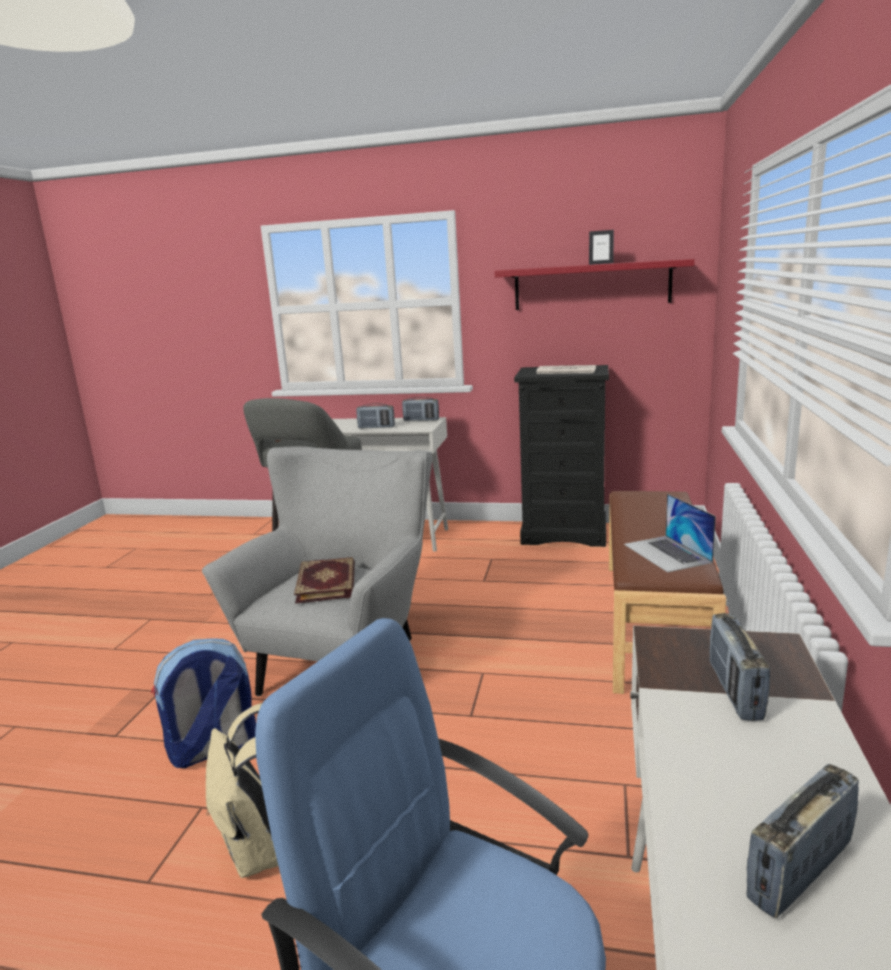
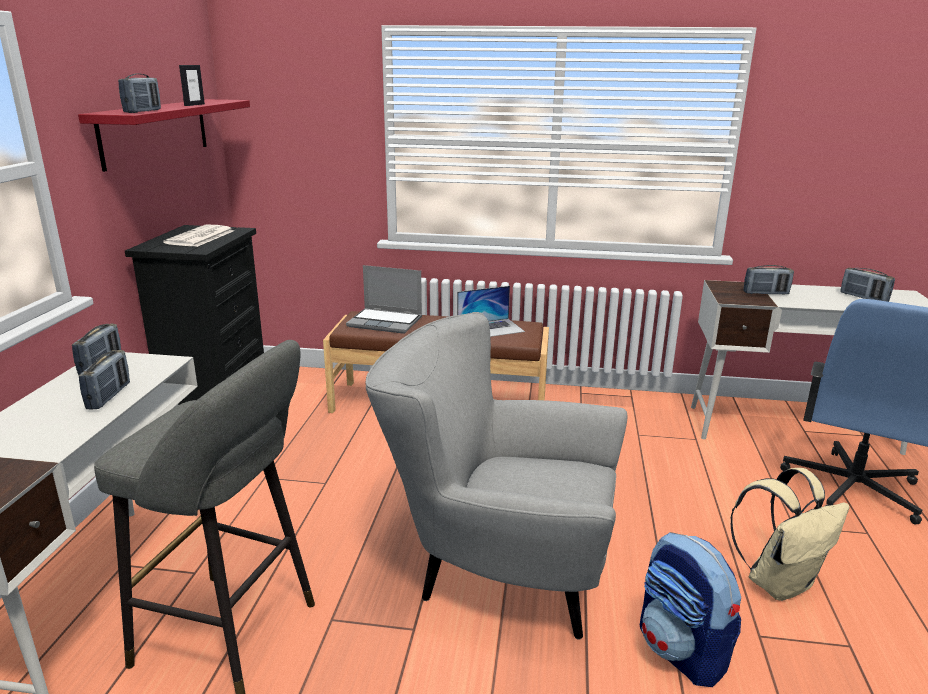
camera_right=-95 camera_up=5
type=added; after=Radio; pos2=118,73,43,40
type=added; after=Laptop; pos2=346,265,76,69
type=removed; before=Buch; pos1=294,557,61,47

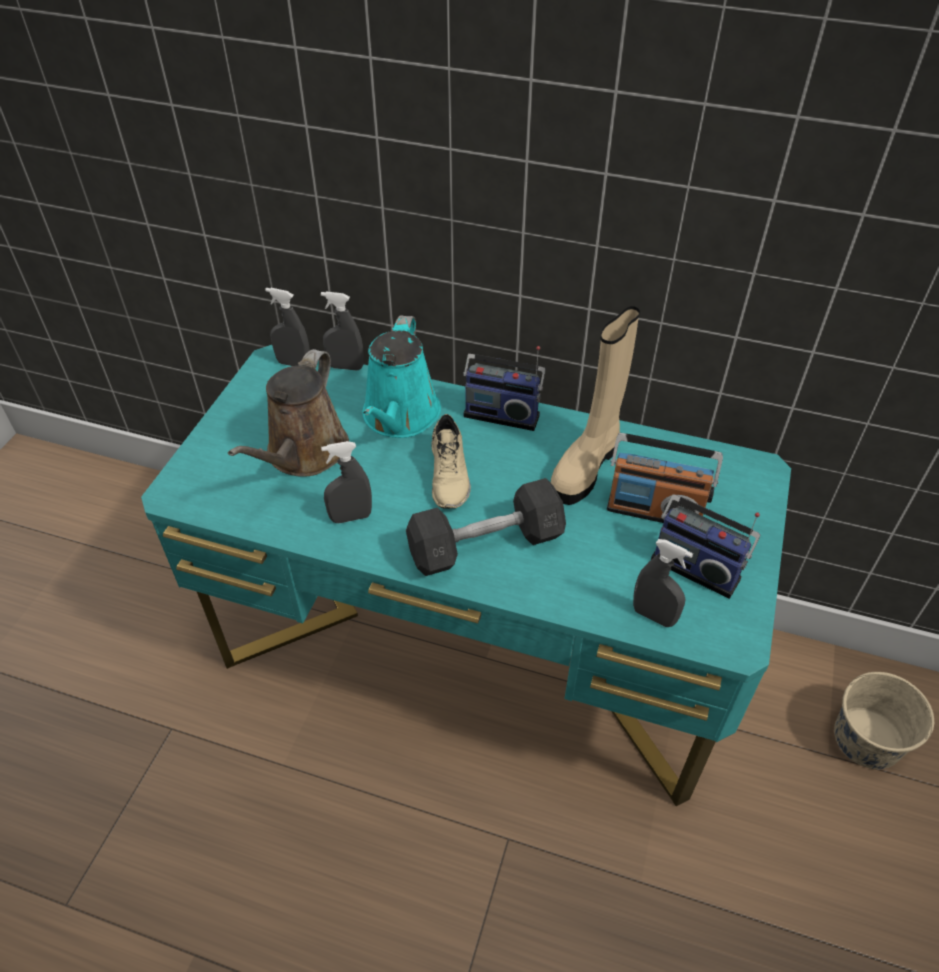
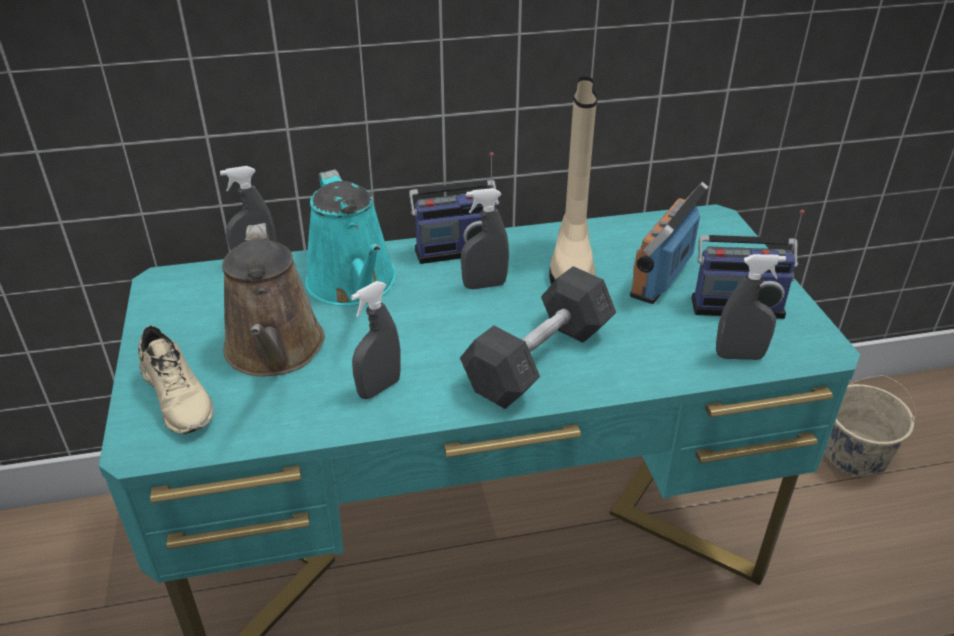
camera_right=-30 camera_up=-10
type=moved; before=Schuh (beige); pos1=432,414,39,95; pos2=138,325,76,109
type=moved; before=Sprühflasche (grau); pos1=265,288,45,78; pos2=461,188,48,102
type=turned; before=Radio; pos1=607,433,116,90; pos2=630,182,78,122; turn=135

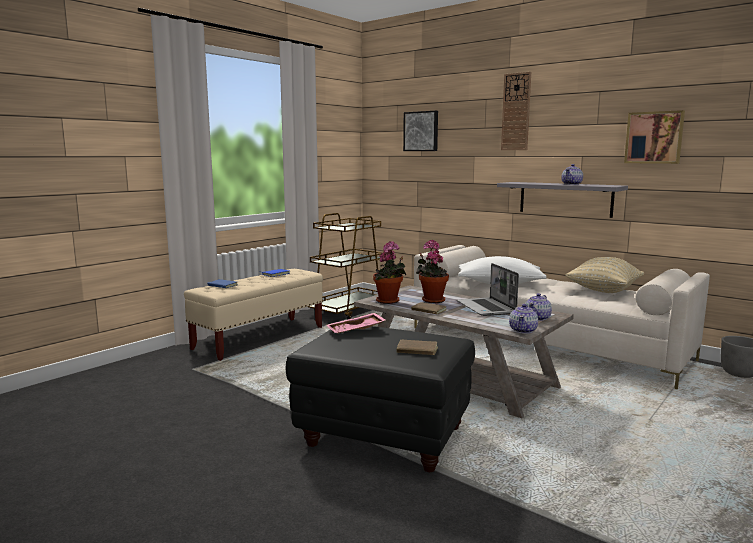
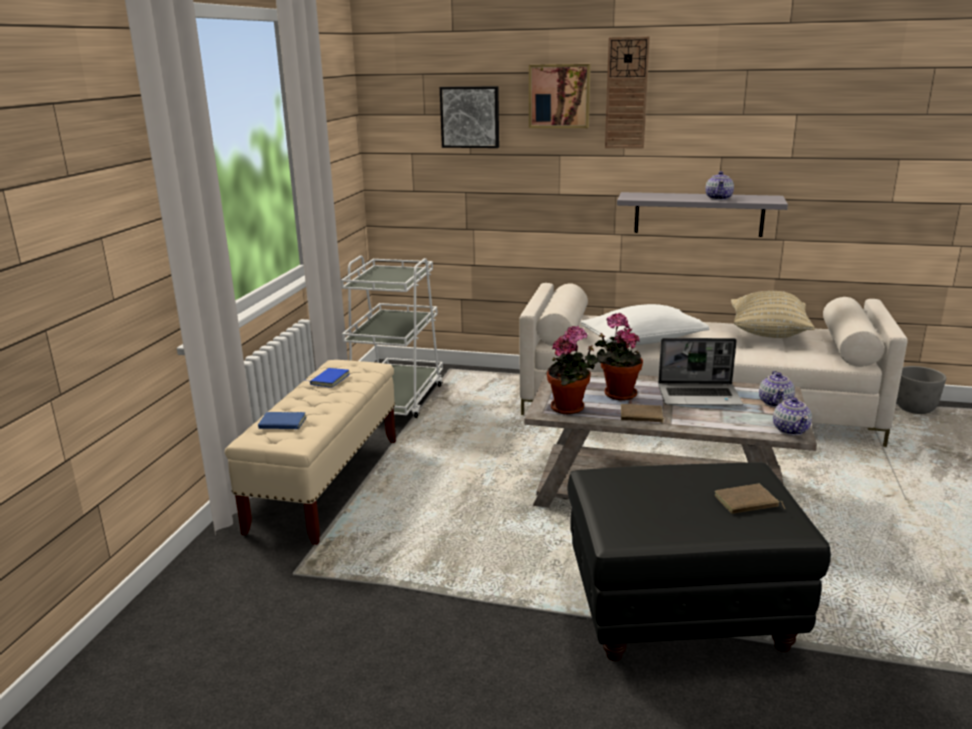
camera_right=-25 camera_up=10
type=recoloured; before=Rollwagen (braun); after=Rollwagen (weiß); pos1=308,213,75,106; pos2=341,255,102,163
type=moved; before=Bild; pos1=624,110,61,54; pos2=529,64,62,64
type=turned; before=Laptop; pos1=457,263,62,53; pos2=658,338,85,68; turn=-45
type=removed; before=Tablett (rosa); pos1=326,313,60,20

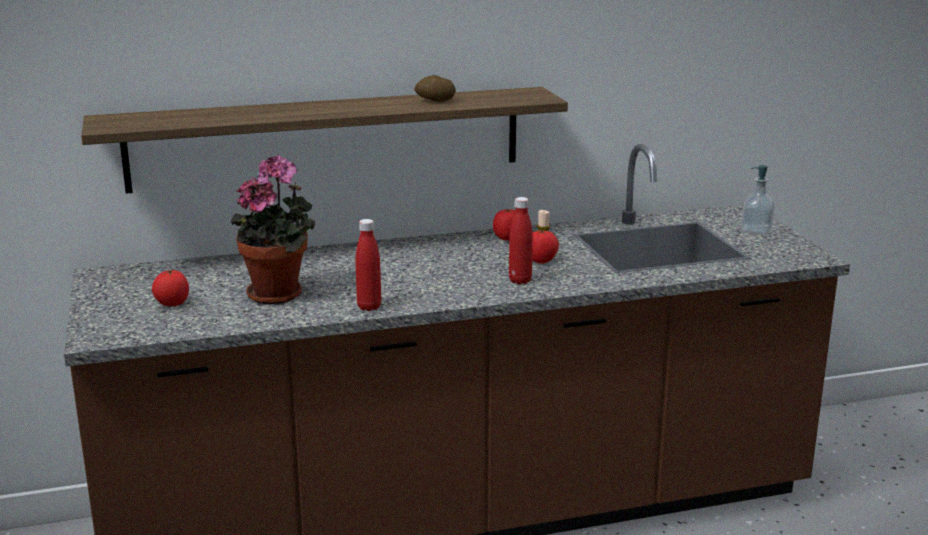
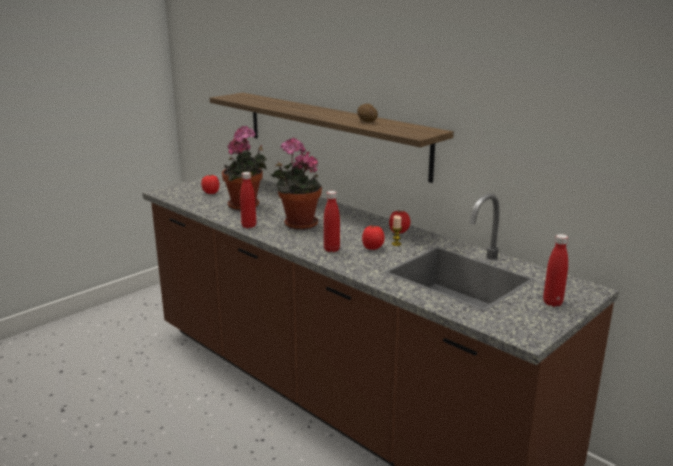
camera_right=60 camera_up=0
type=added; after=Topfpflanze; pos2=271,138,51,92
type=replaced; before=Seifenspender; after=Flasche (rot); pos1=741,165,34,70; pos2=543,234,25,73

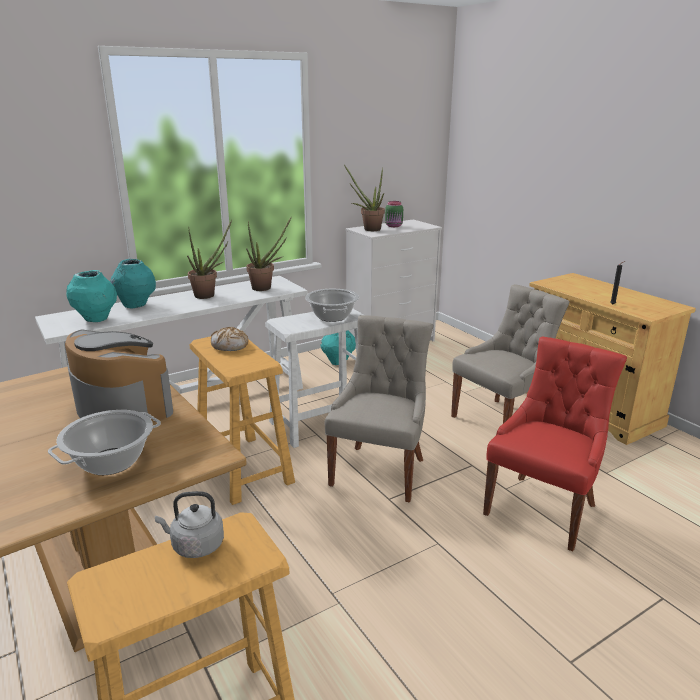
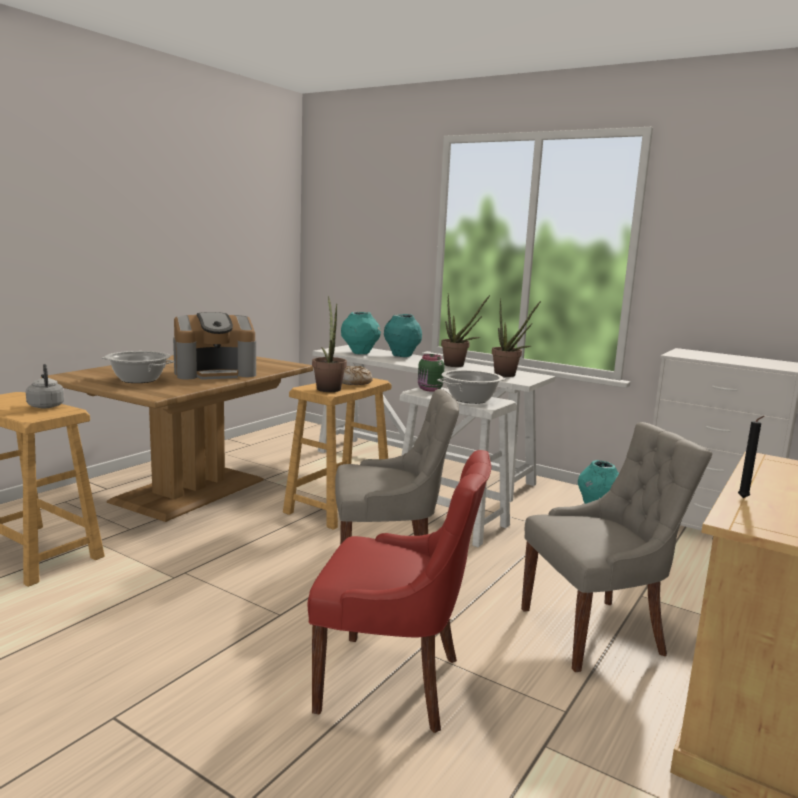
camera_right=65 camera_up=-10
type=turned; before=Kaffeemaschine; pos1=65,329,108,93; pos2=173,312,83,68; turn=45
type=moved; before=Topfpflanze; pos1=344,165,41,66; pos2=312,296,35,96
type=moved; before=Vorratsglas (grün); pos1=385,201,18,26; pos2=418,354,26,37
type=turned; before=Stuhl (grau); pos1=451,284,118,139; pos2=521,422,191,250; turn=-45

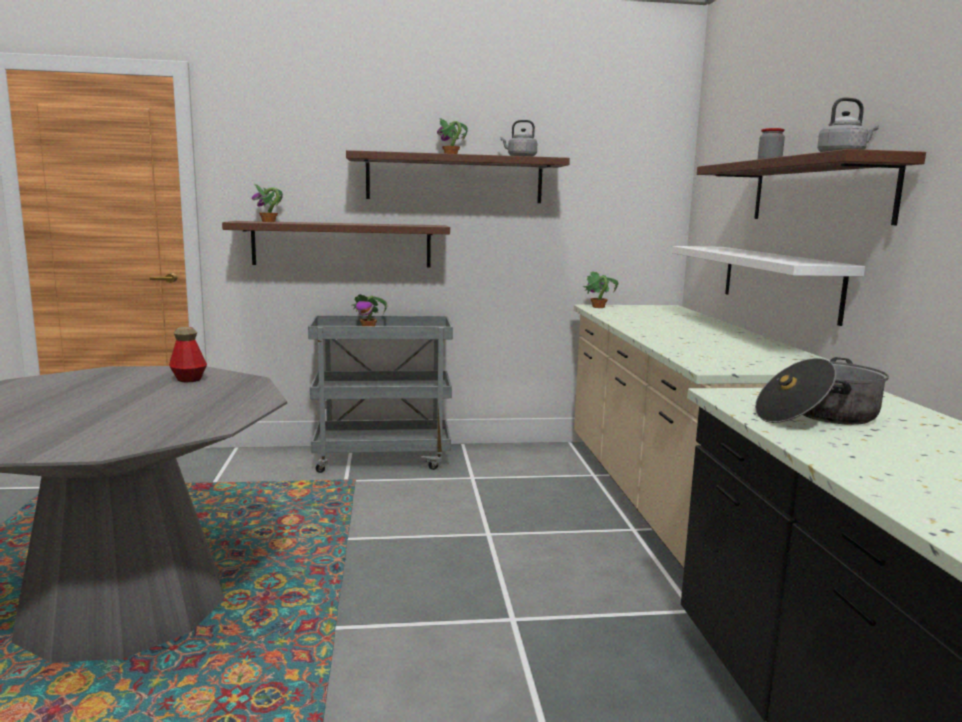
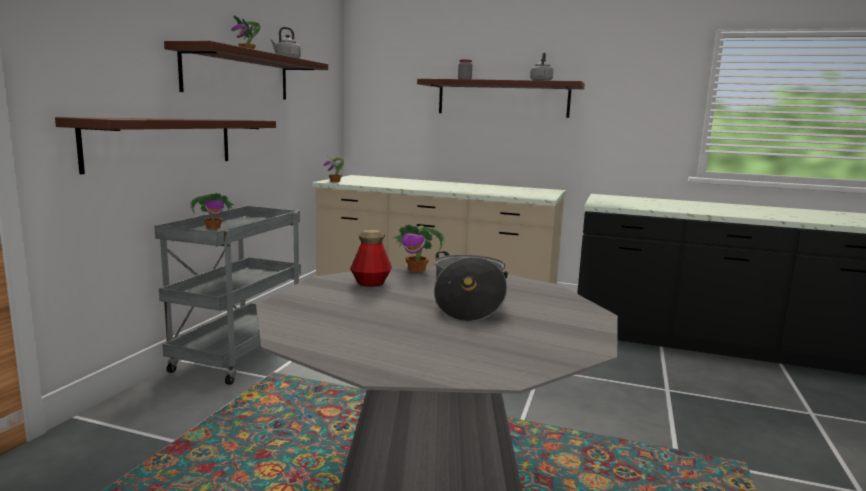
camera_right=-65 camera_up=0
type=moved; before=Topfpflanze; pos1=252,184,31,38; pos2=393,225,52,47
type=moved; before=Kochtopf; pos1=755,357,134,68; pos2=434,251,74,71
type=removed; before=Wandregal (weiß); pos1=672,246,193,80

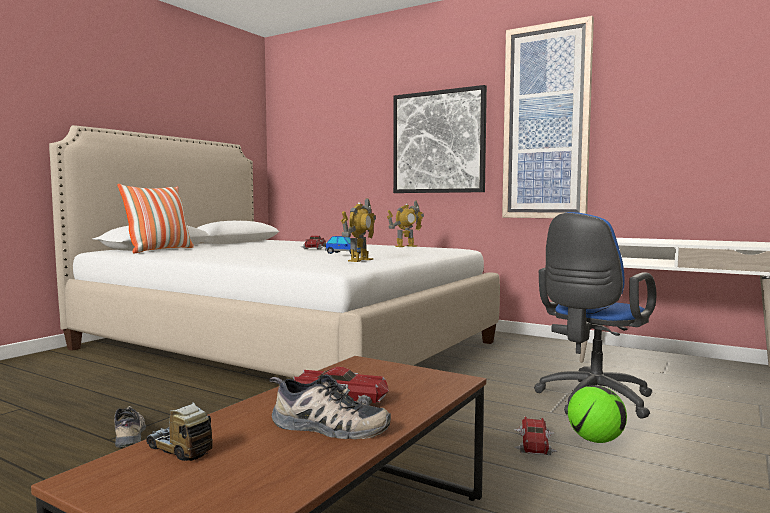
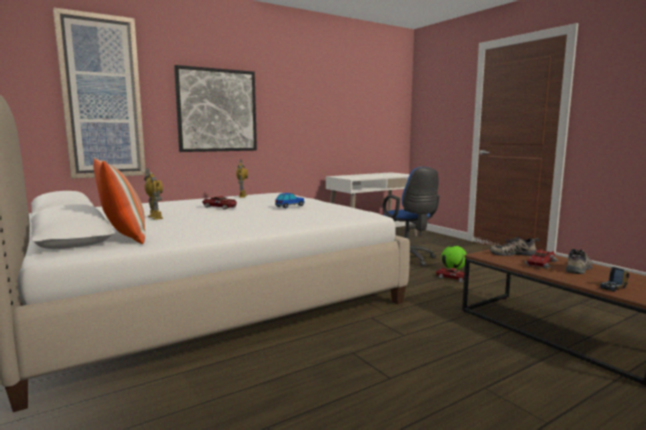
camera_right=-65 camera_up=5
type=moved; before=Bild; pos1=502,16,92,202; pos2=53,7,93,172
type=moved; before=Spielzeugroboter; pos1=341,198,35,64; pos2=144,168,19,52
type=moved; before=Schuh; pos1=114,406,32,42; pos2=490,236,50,20

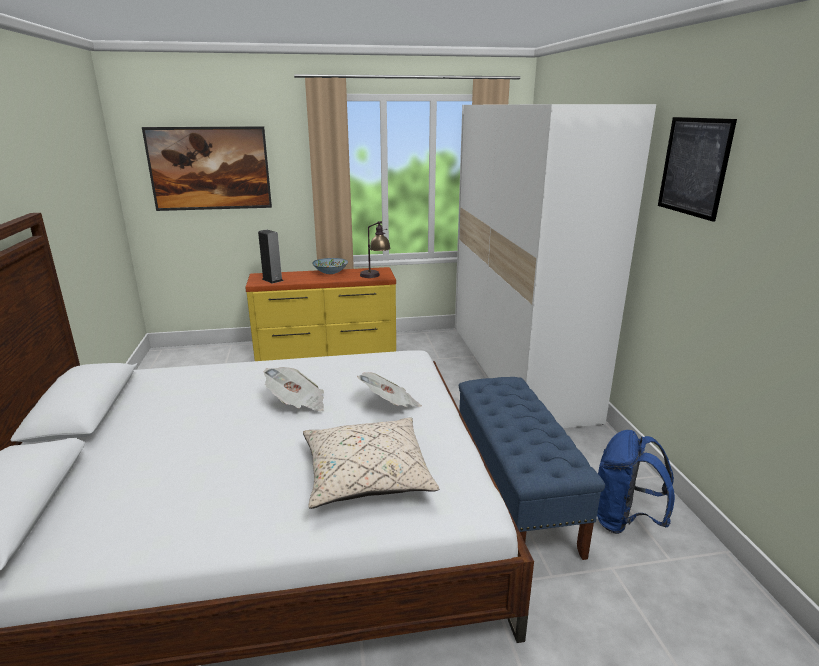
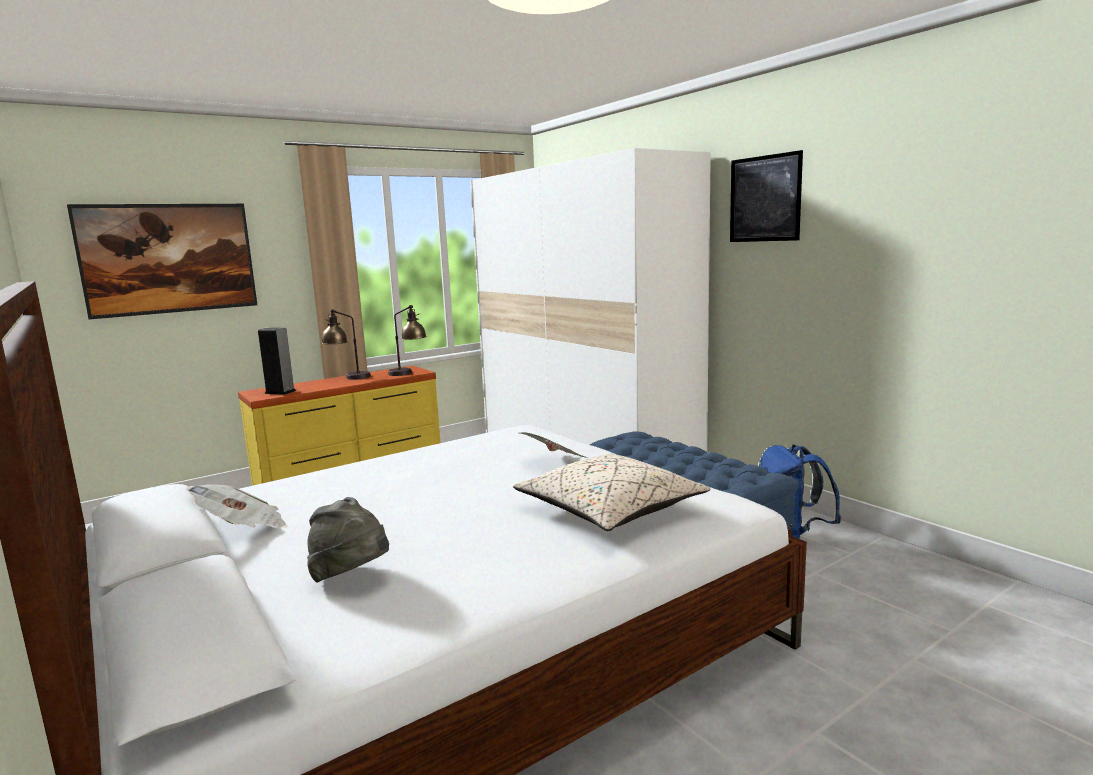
camera_right=-25 camera_up=-10
type=moved; before=Zeitung; pos1=264,367,60,44; pos2=186,484,102,44
type=added; after=Hut (grau); pos2=307,497,82,86
type=replaced; before=Schüssel; after=Tischlampe; pos1=312,258,36,16; pos2=321,309,50,71

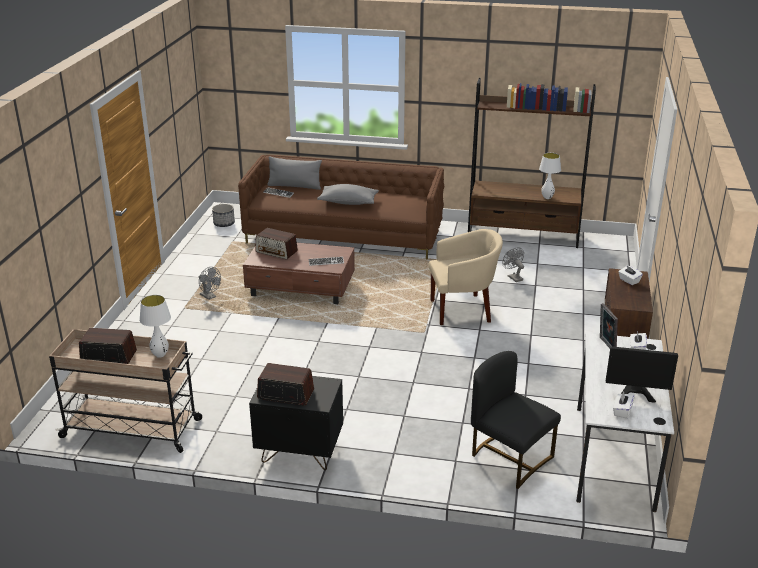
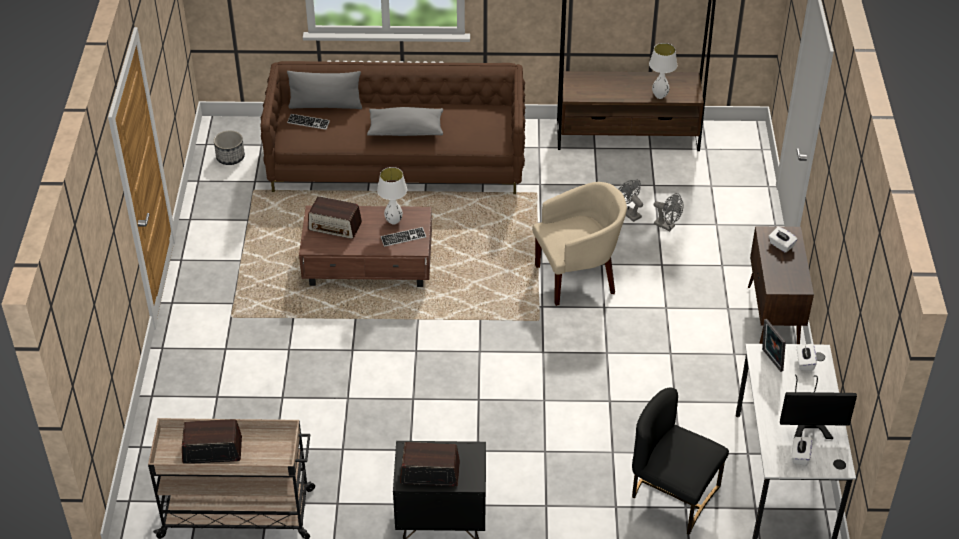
camera_right=-10 camera_up=15
type=moved; before=Tischlampe (weiß); pos1=139,295,32,63; pos2=377,167,30,58
type=moved; before=Ventilator (grau); pos1=199,267,22,33; pos2=654,193,30,38

